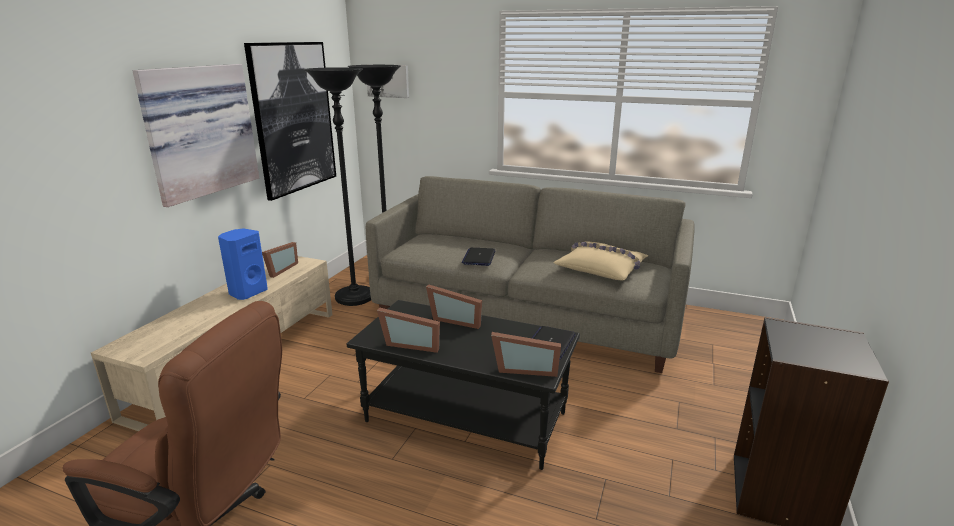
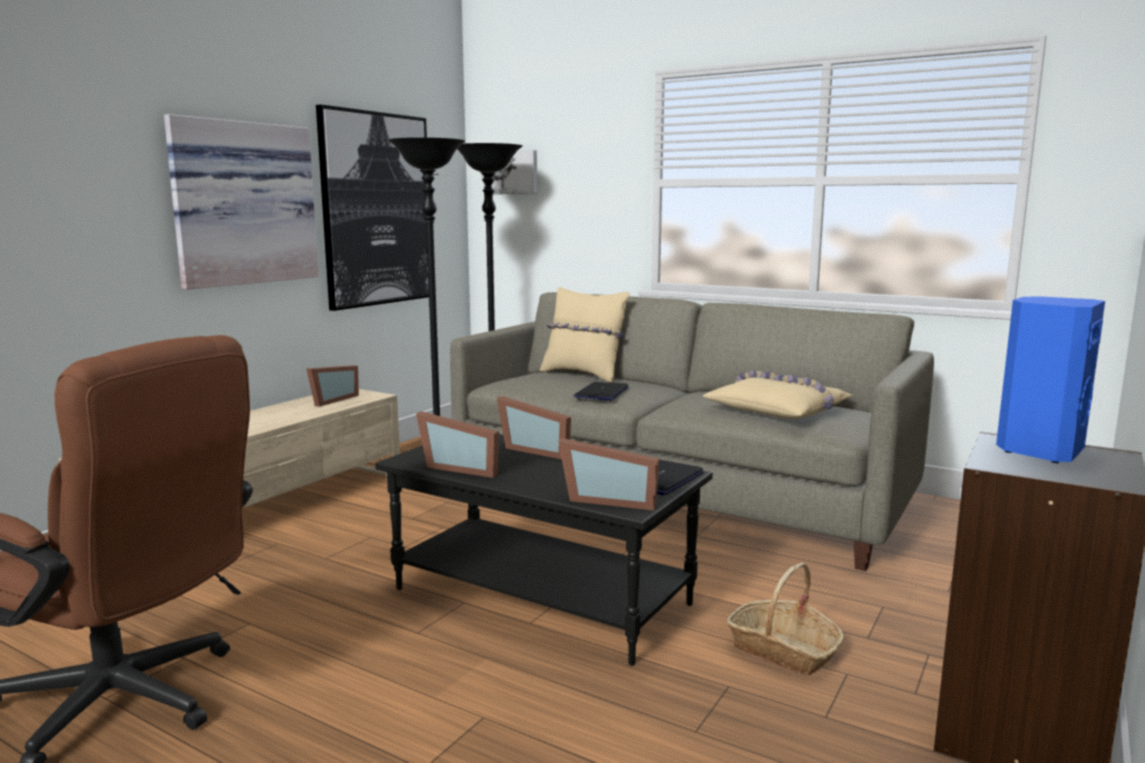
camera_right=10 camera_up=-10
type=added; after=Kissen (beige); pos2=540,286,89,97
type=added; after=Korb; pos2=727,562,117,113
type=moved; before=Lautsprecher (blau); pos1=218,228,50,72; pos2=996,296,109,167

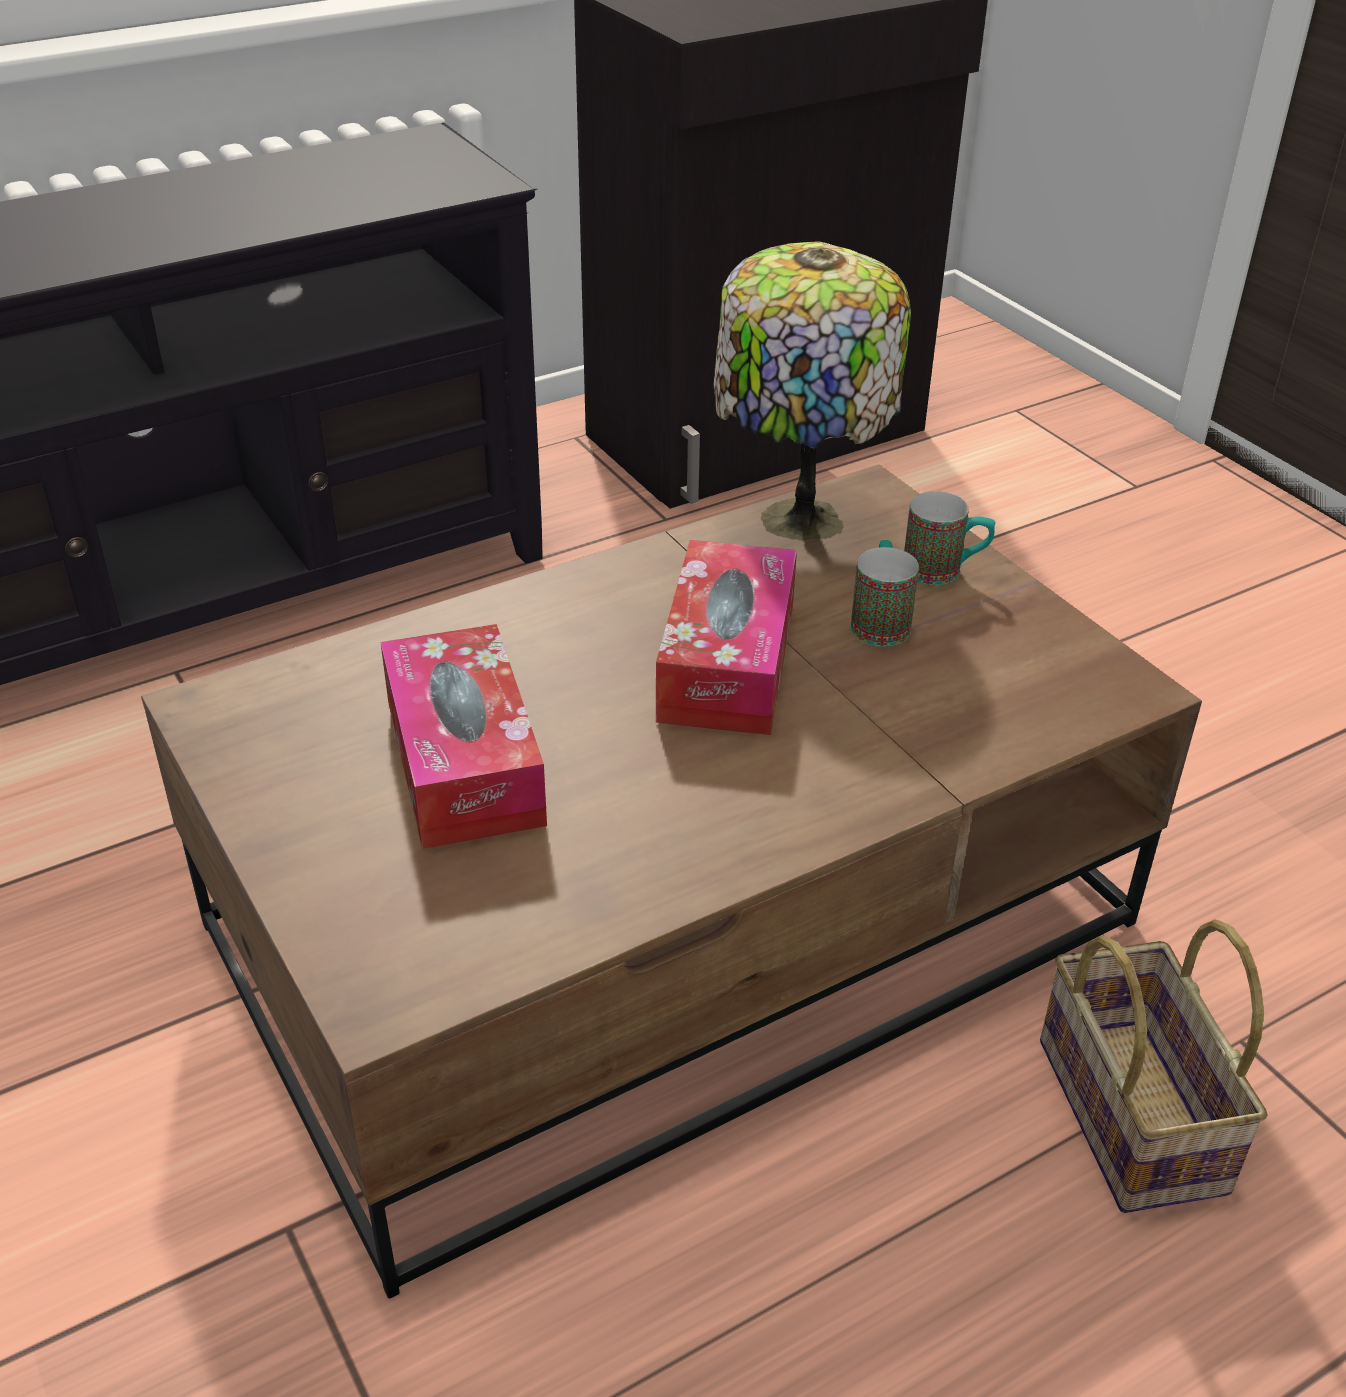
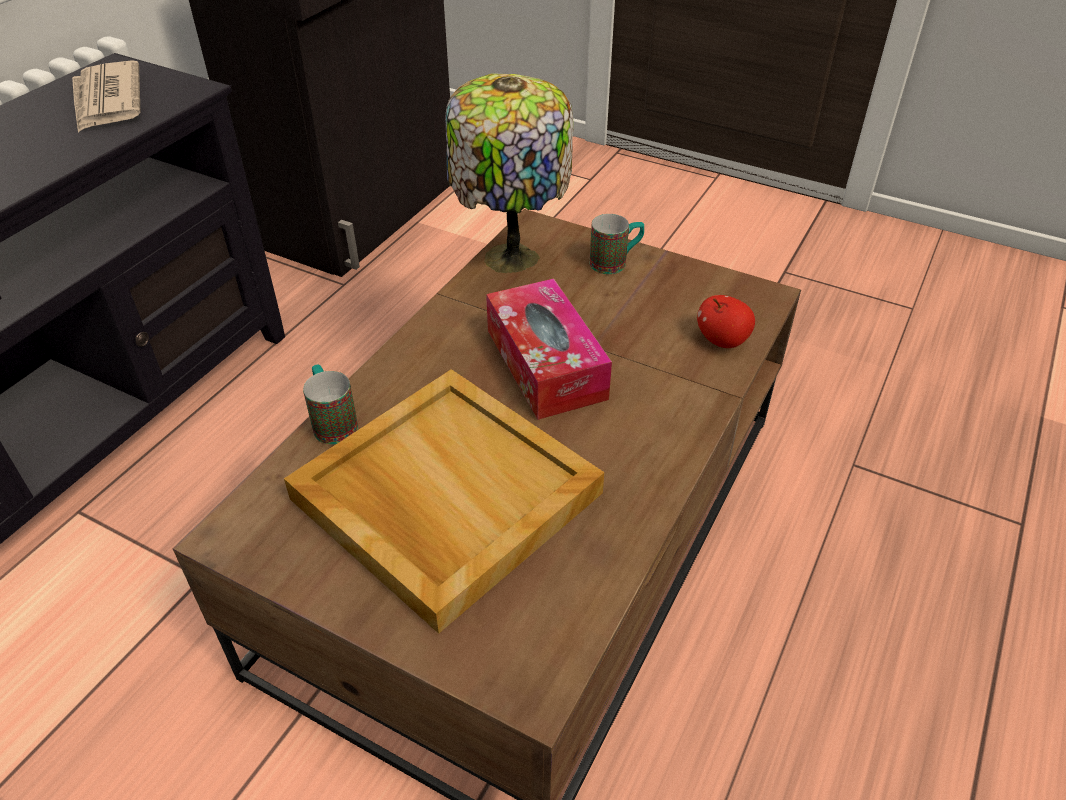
camera_right=-30 camera_up=5
type=added; after=Zeitung; pos2=72,60,69,73
type=replaced; before=Taschentuchbox; after=Tablett (beige); pos1=381,624,166,225; pos2=284,369,320,264
type=moved; before=Henkelbecher; pos1=851,540,68,107; pos2=303,365,55,79
type=added; after=Apfel; pos2=697,295,58,53
type=removed; before=Korb; pos1=1040,919,228,294

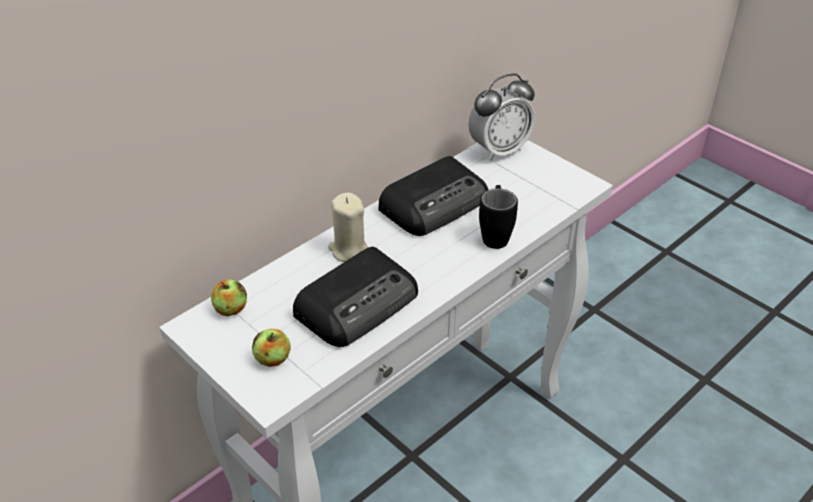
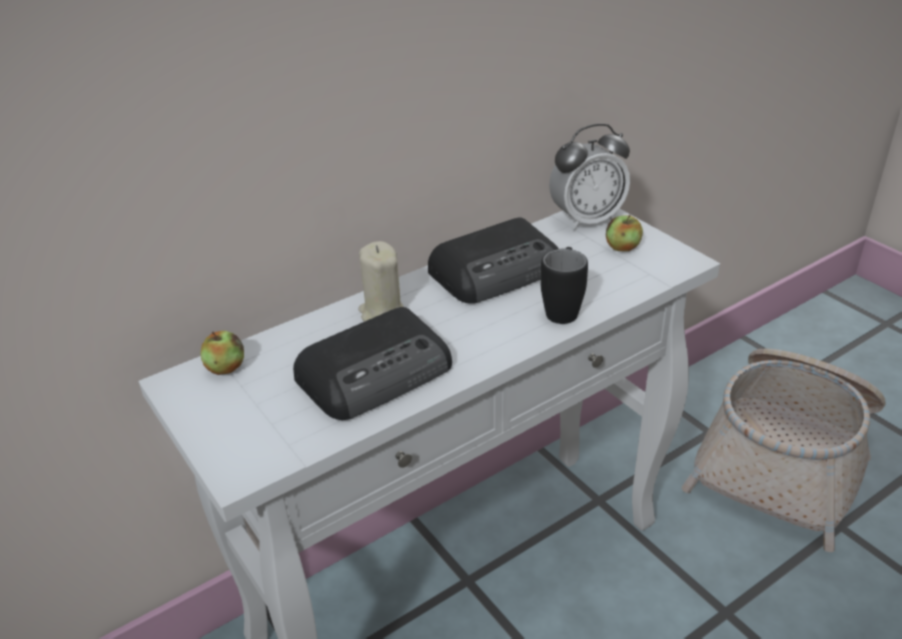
camera_right=10 camera_up=-5
type=moved; before=Apfel; pos1=252,329,39,38; pos2=606,215,37,37
type=added; after=Korb; pos2=681,348,205,204

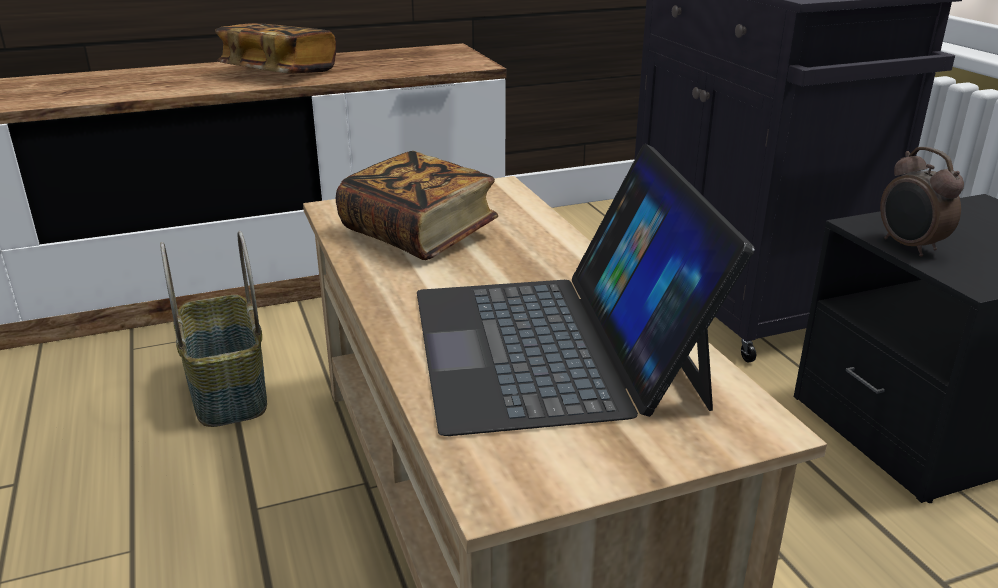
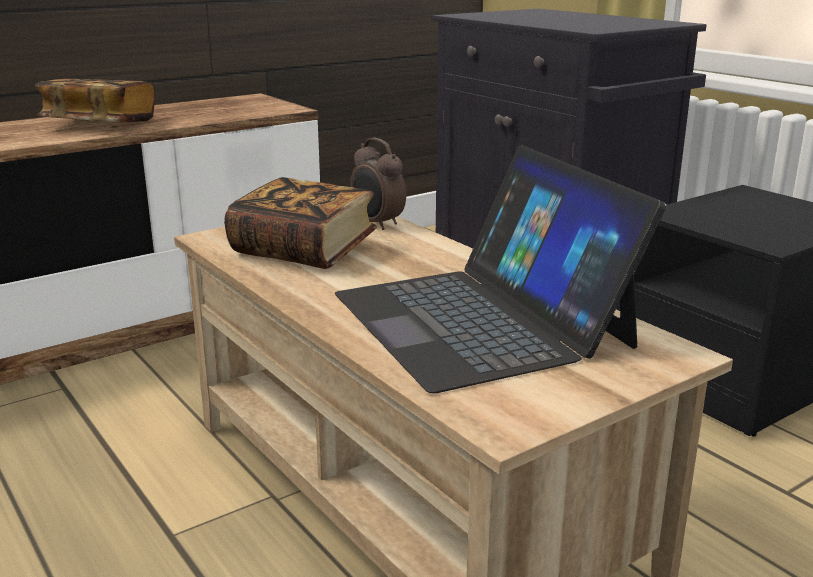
camera_right=-15 camera_up=-5
type=moved; before=Wecker; pos1=880,147,84,110; pos2=350,138,56,92
type=removed; before=Korb; pos1=160,231,107,196

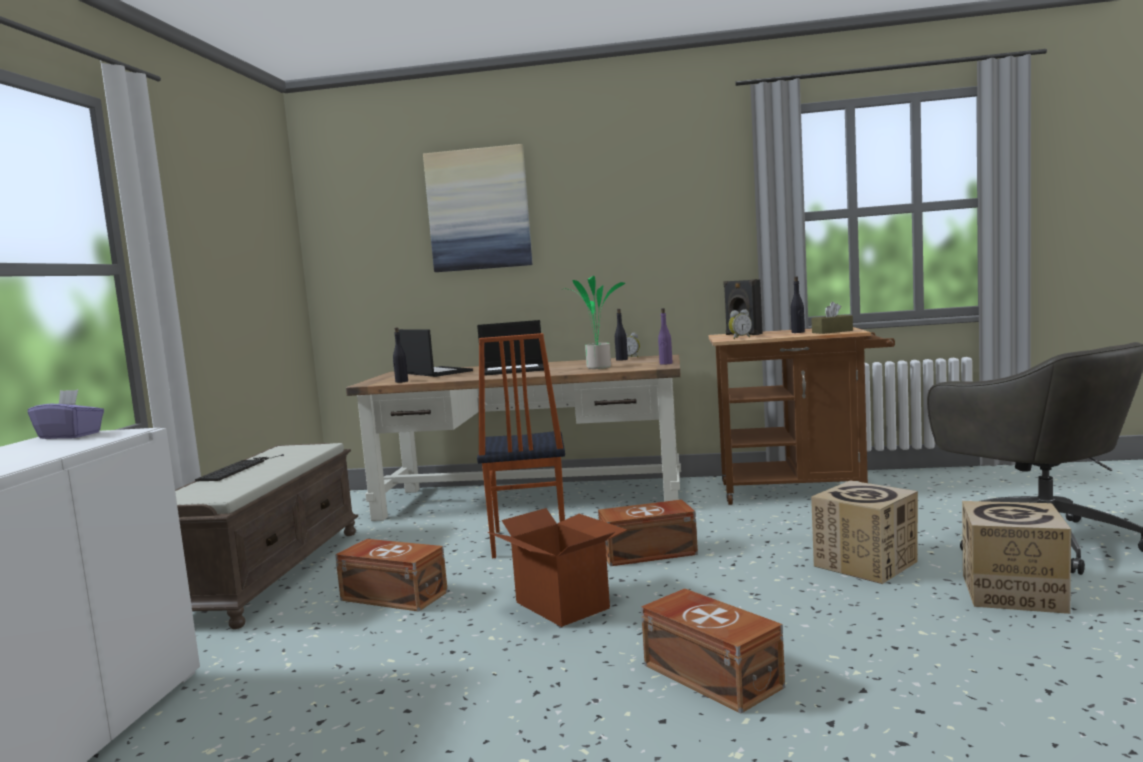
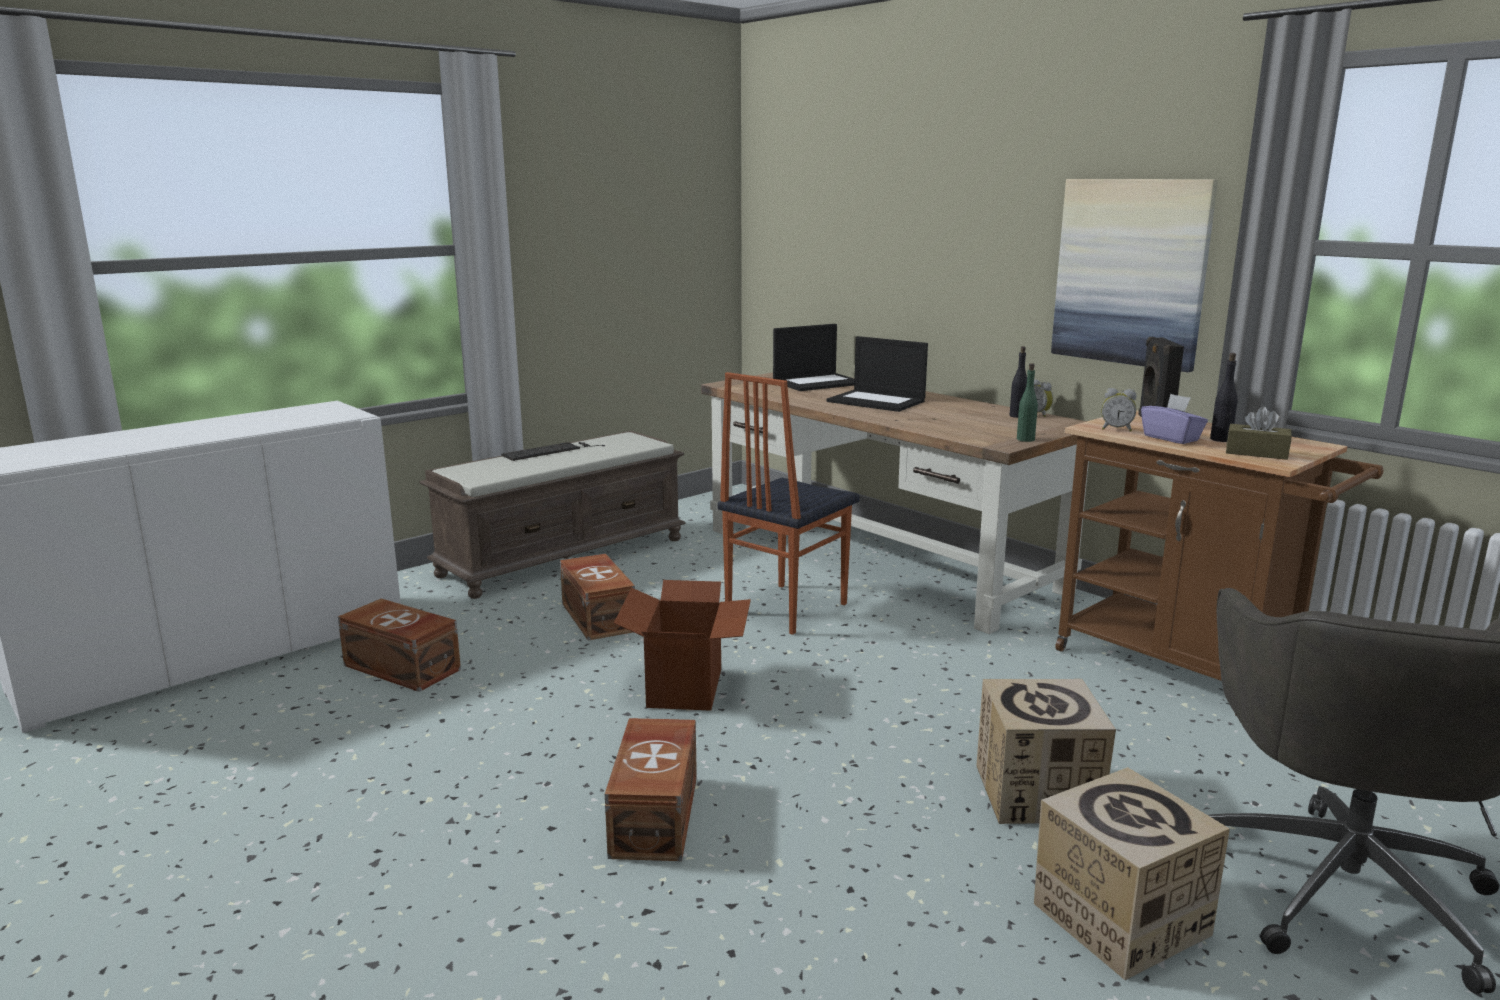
camera_right=40 camera_up=10
type=moved; before=Aufbewahrungsbox (braun); pos1=598,499,100,67; pos2=338,598,123,94
type=turned; before=Laptop; pos1=399,329,74,48; pos2=773,324,82,67; turn=60
type=recoloured; before=Flasche (lila); after=Flasche (grün); pos1=658,308,15,57; pos2=1017,363,21,79
type=moved; before=Bild; pos1=423,144,109,128; pos2=1051,179,167,193
type=moved; before=Taschentuchbox (lila); pos1=28,389,76,50; pos2=1141,394,67,50
type=removed; before=Flasche (schwarz); pos1=393,327,15,56
type=removed; before=Topfpflanze; pos1=561,276,64,93

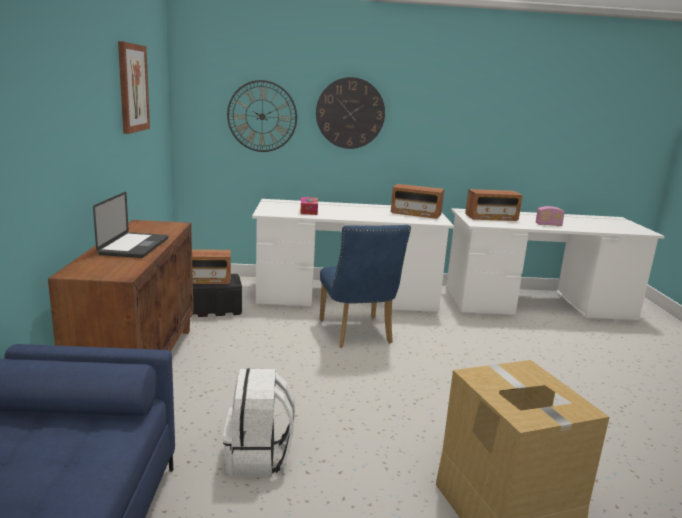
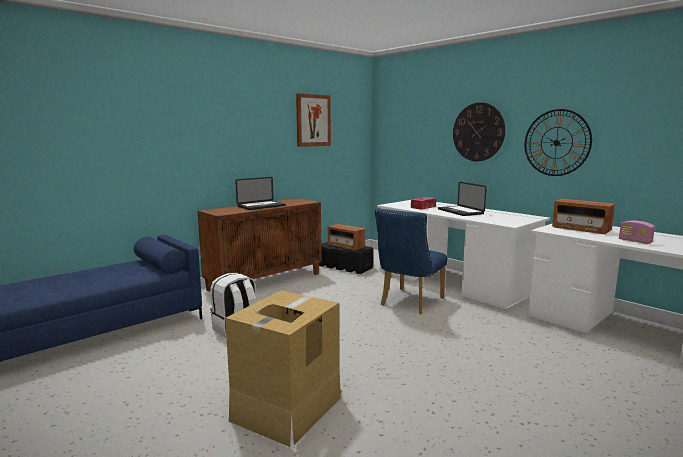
camera_right=50 camera_up=-5
type=added; after=Laptop; pos2=438,182,49,34
type=moved; before=Wanduhr; pos1=227,80,70,72; pos2=524,109,68,67
type=removed; before=Radio; pos1=391,184,53,35

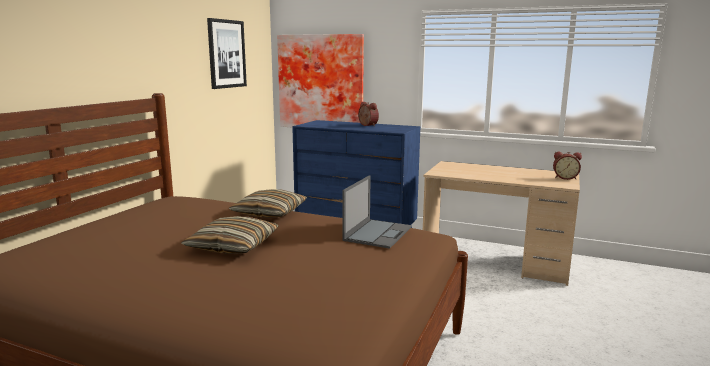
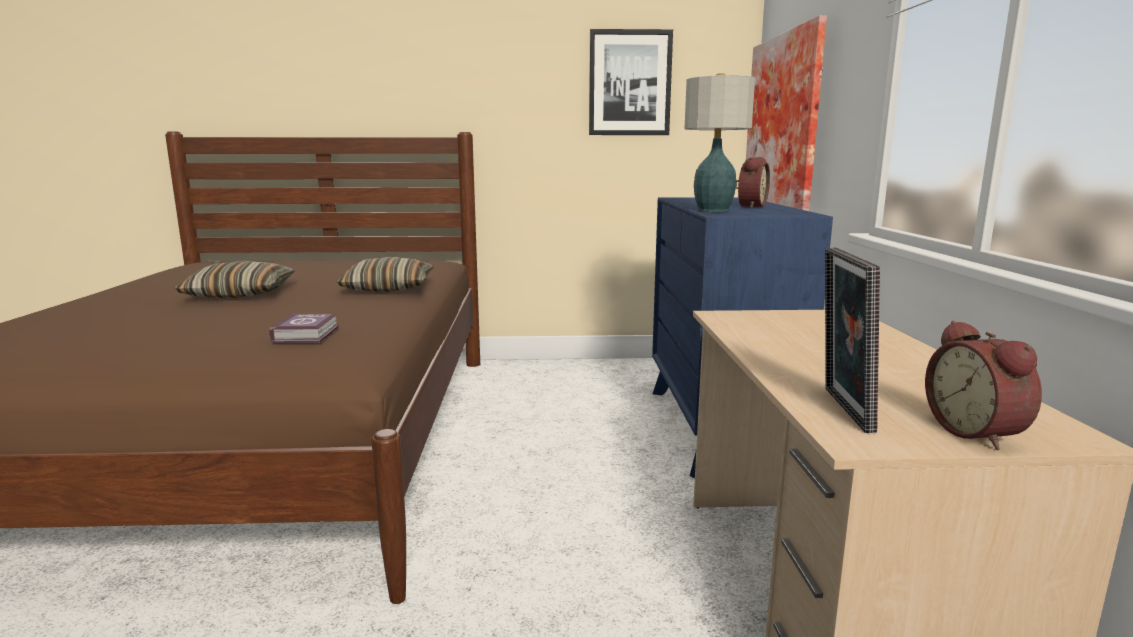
camera_right=65 camera_up=0
type=replaced; before=Laptop; after=Buch; pos1=343,175,69,74; pos2=269,313,70,30
type=added; after=Tischlampe; pos2=684,73,71,139
type=added; after=Bilderrahmen; pos2=825,248,55,185

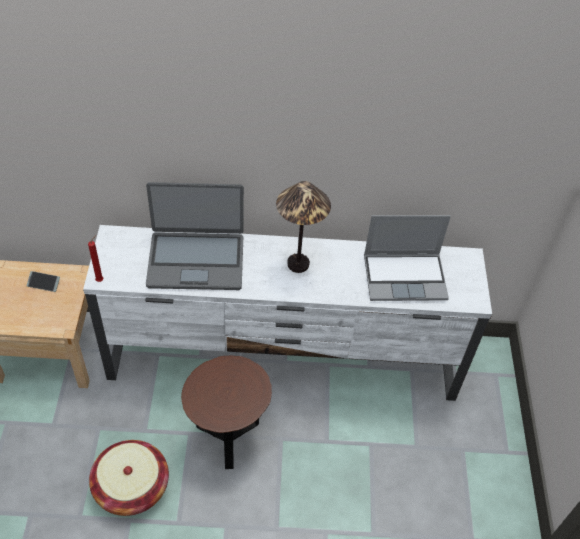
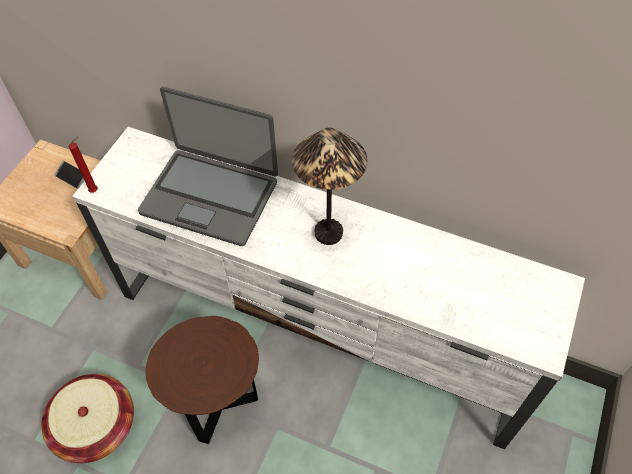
camera_right=25 camera_up=5
type=removed; before=Laptop; pos1=364,215,87,86

